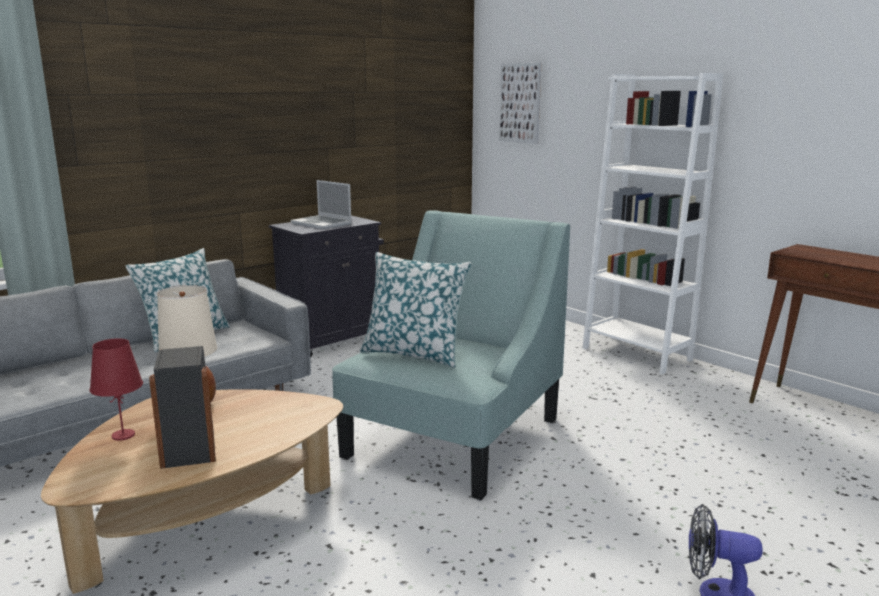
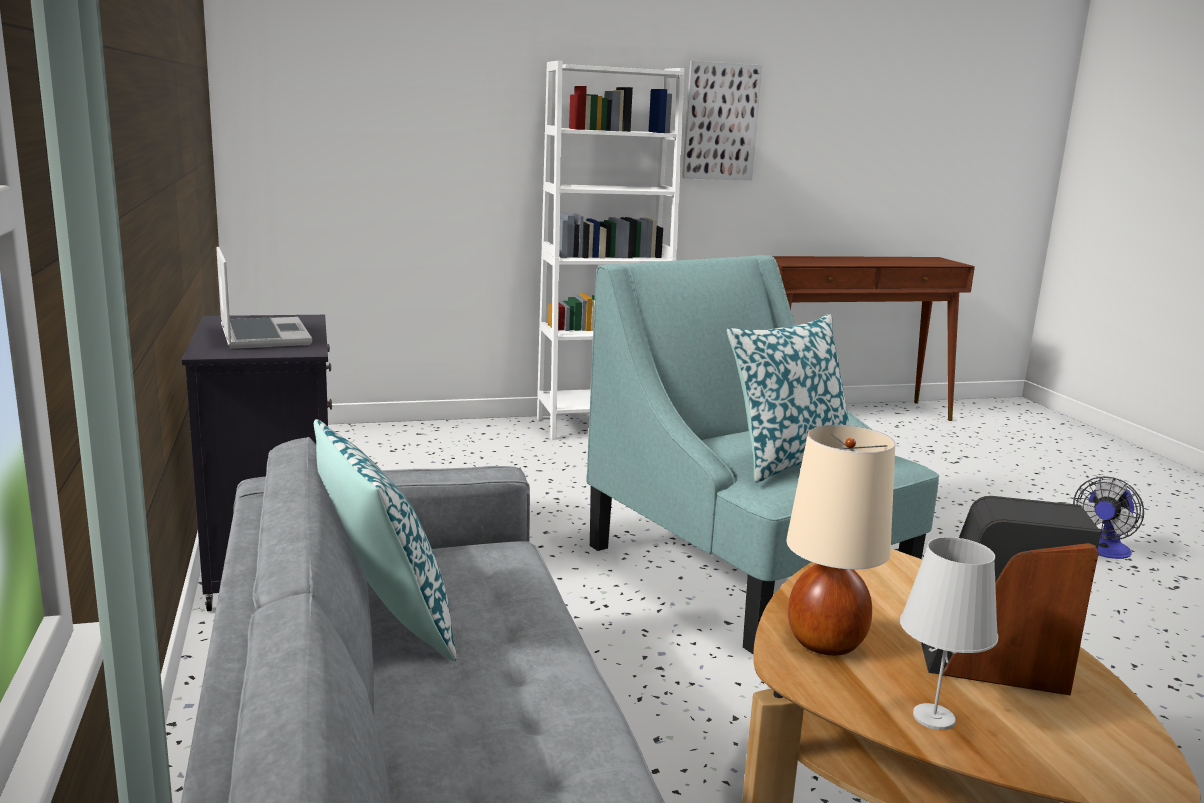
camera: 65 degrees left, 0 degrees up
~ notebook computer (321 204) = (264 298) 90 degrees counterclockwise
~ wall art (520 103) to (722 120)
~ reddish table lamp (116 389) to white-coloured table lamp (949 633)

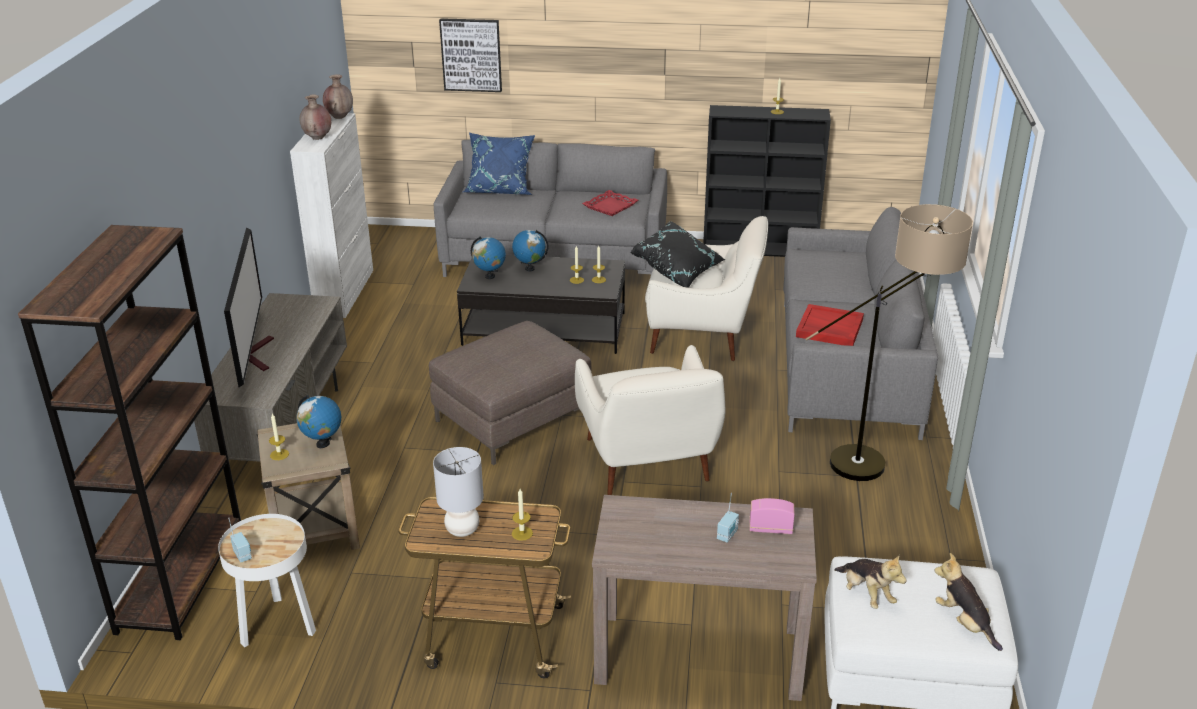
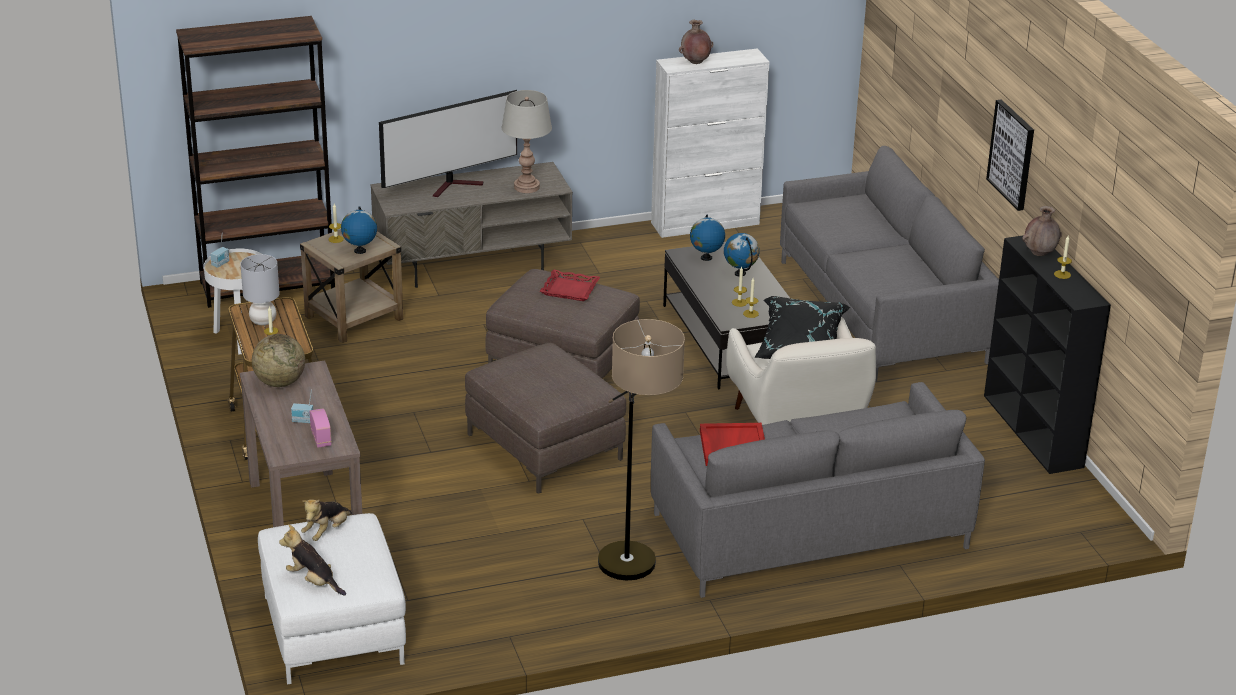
camera: 65 degrees right, 0 degrees up
+ world globe (278 360)
~ soft toy (969 602) = (312 559) 90 degrees counterclockwise
~ white-coloured lounge chair (650 420) to brown-coloured footrest (545 418)
+ gray table lamp (527 141)
~ reddish carrying tray (610 203) to (569 285)
~ wall art (470 55) to (1010 155)
~ brown-coloured flower vase (338 96) to (1042 231)
- blue-coloured pillow (498 164)

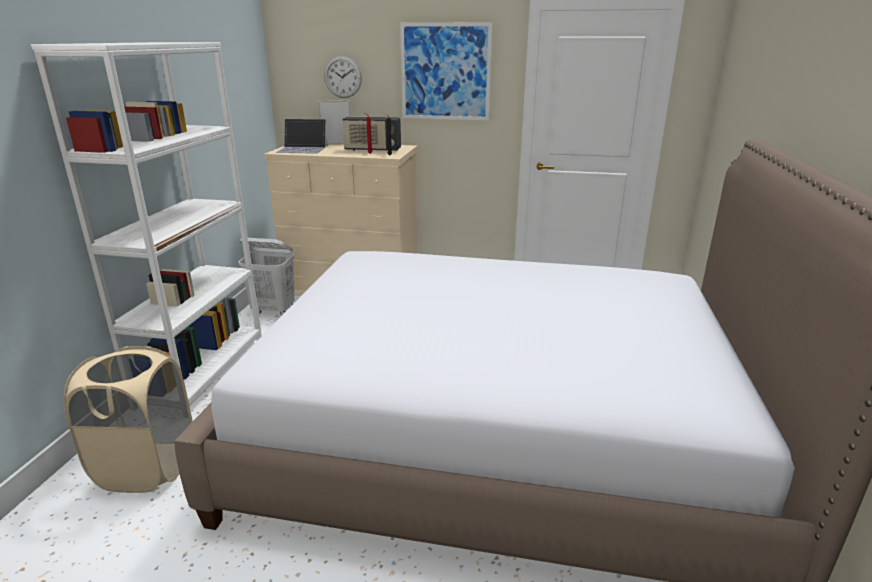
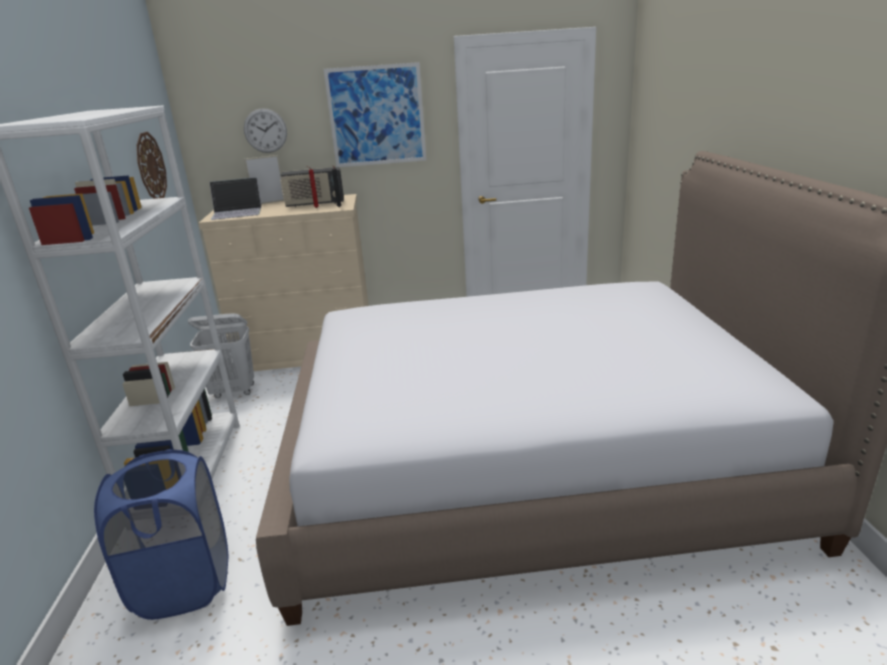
camera: 15 degrees left, 0 degrees up
~ sand-coloured washing basket (128 419) to blue-coloured washing basket (161 534)
+ wall clock (152 165)

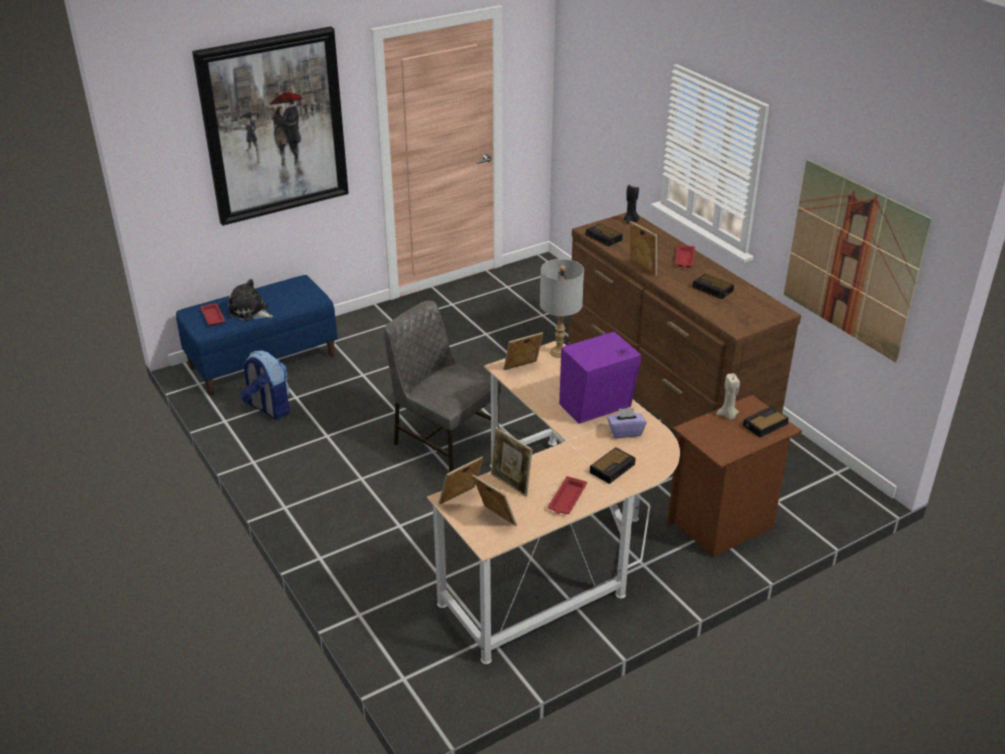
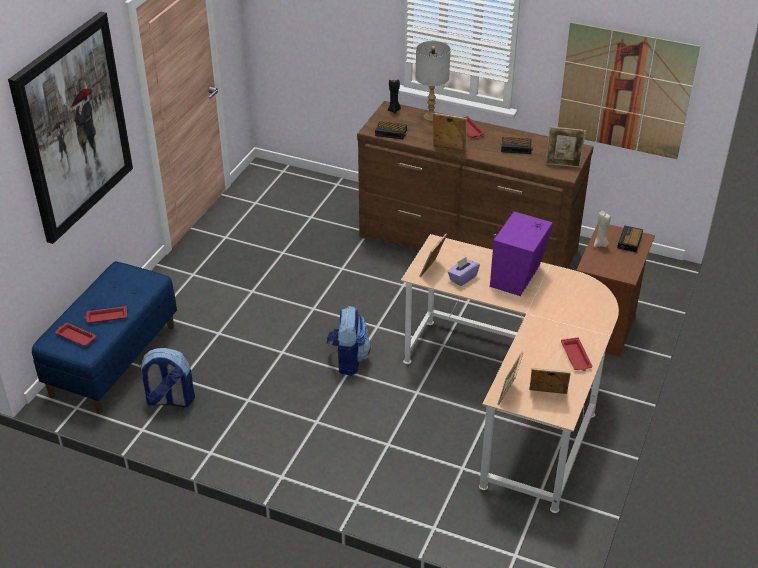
camera: 35 degrees left, 5 degrees up
~ soft toy (250 300) to reddish carrying tray (106 314)
~ gray chair (442 386) to knapsack (349 341)
~ gray table lamp (562 308) to (433 81)
~ purple-coloured tissue holder (626 423) to (464 271)
~ photo frame (512 462) to (565 147)
- alarm clock (613 465)

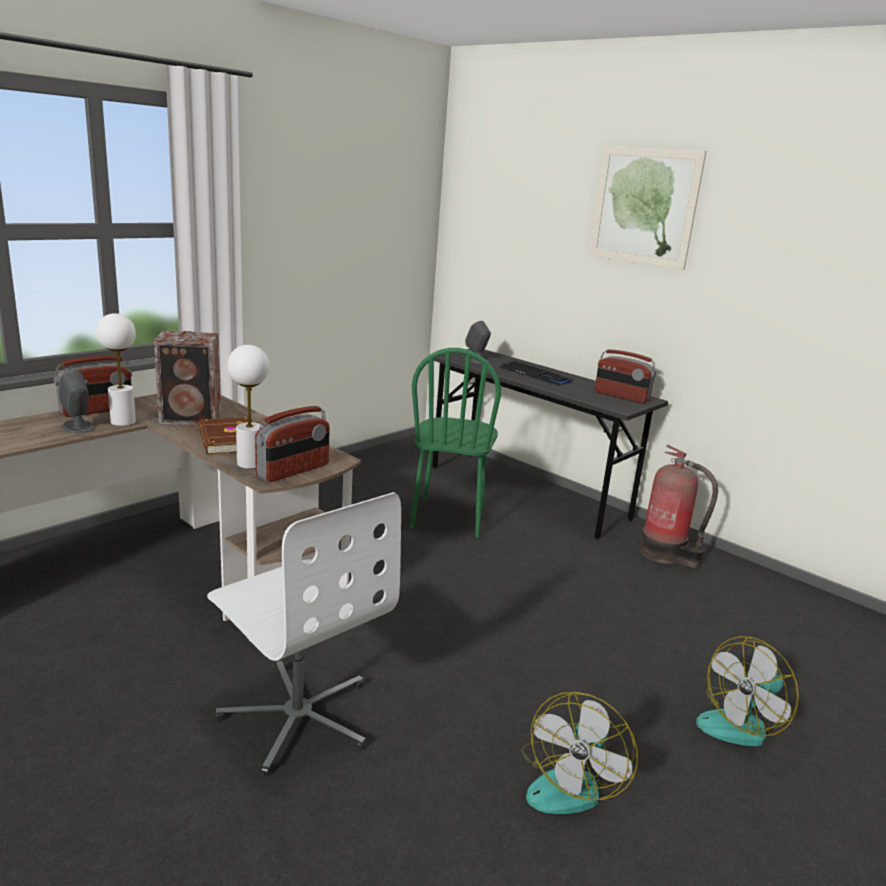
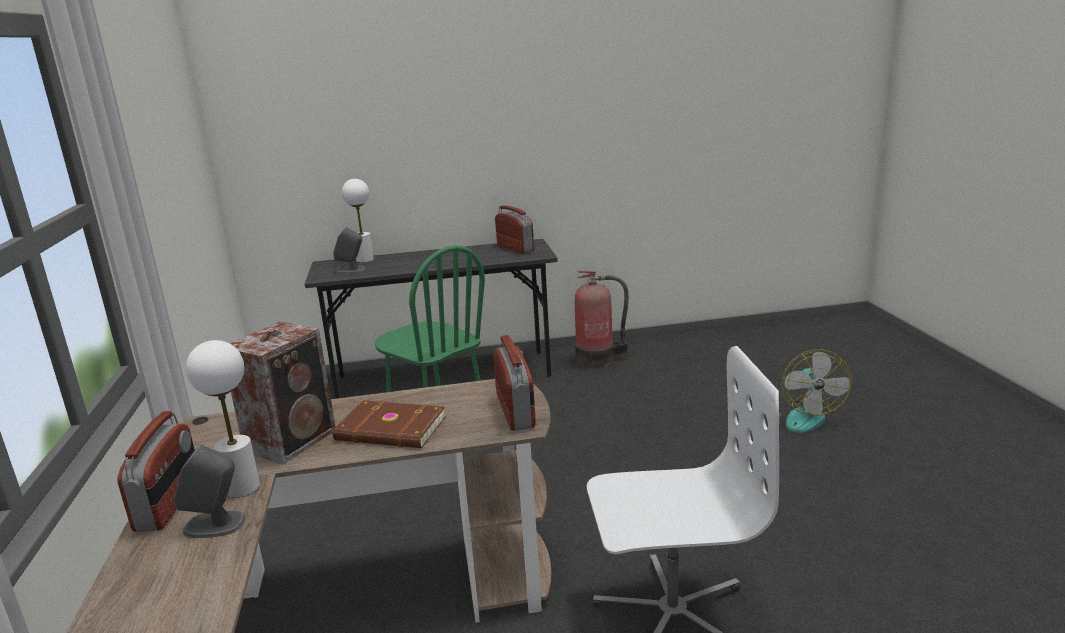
camera: 50 degrees left, 0 degrees up
~ white-coloured table lamp (248 407) to (358 221)
~ radio (625 376) = (514 229) 105 degrees counterclockwise
- PC keyboard (536 373)
- cooling fan (579 753)
- wall art (647 208)

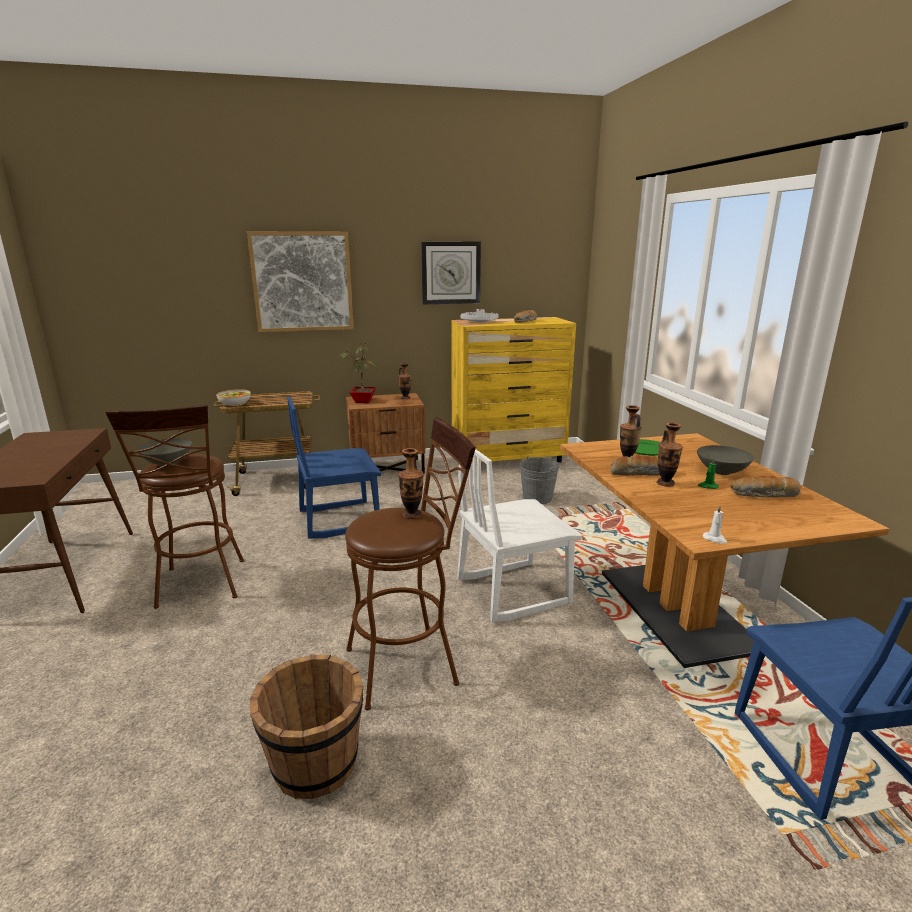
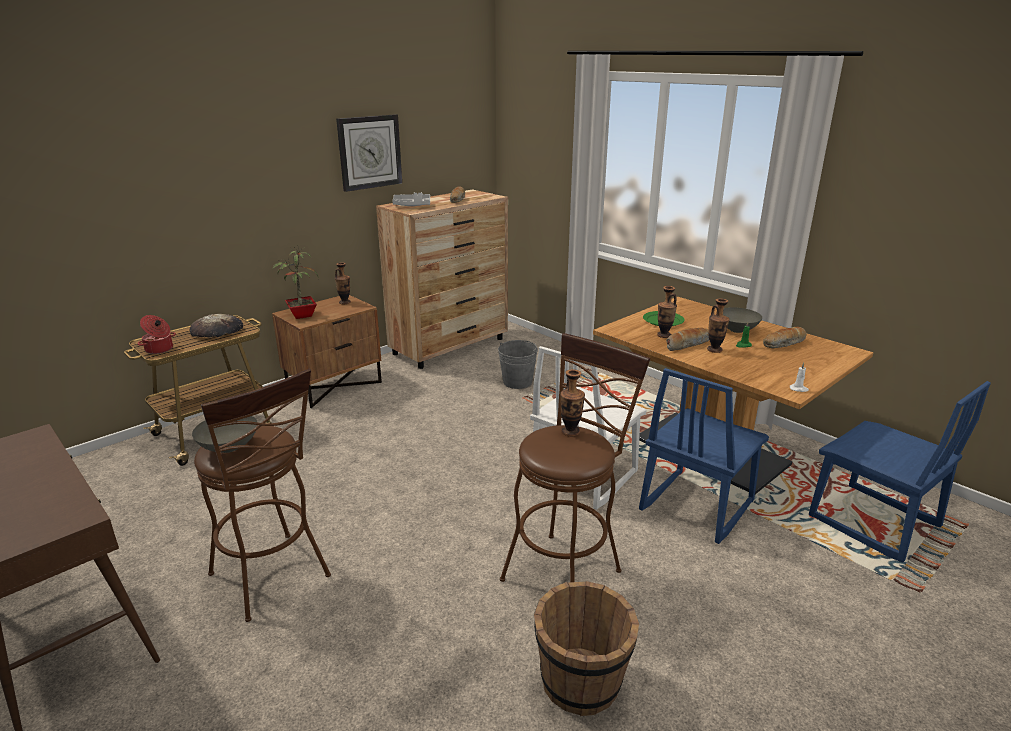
camera: 30 degrees left, 5 degrees up
~ bowl (234 397) to stockpot (157 334)
+ baked bread (216 325)
~ yellow-coloured dresser (513 390) to brown-coloured dresser (442 279)
~ blue-coloured chair (334 467) to (704 456)
- wall art (300 281)

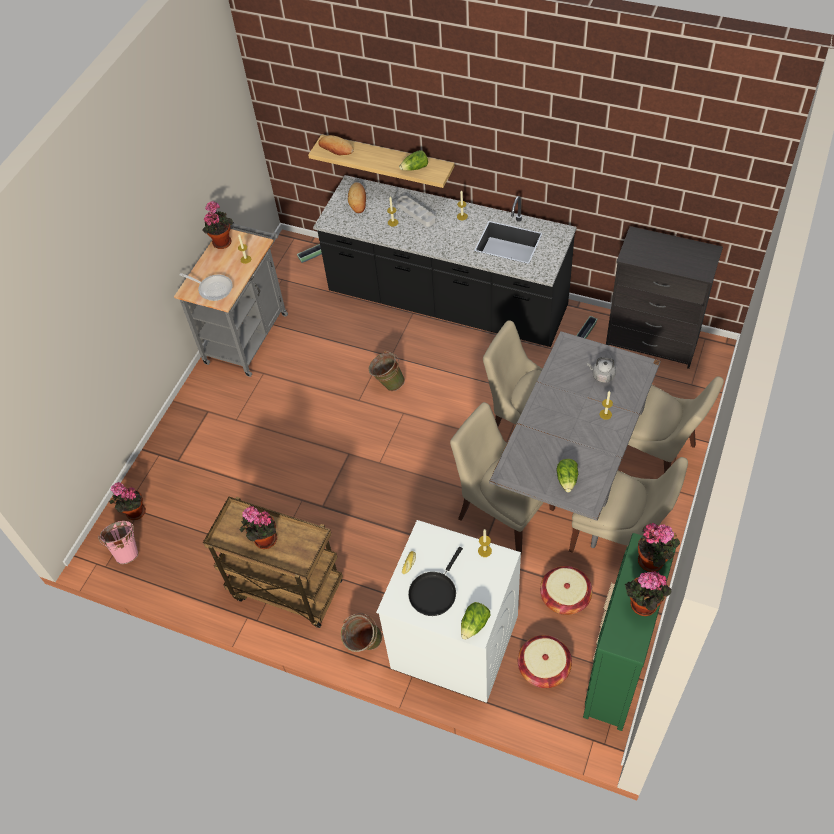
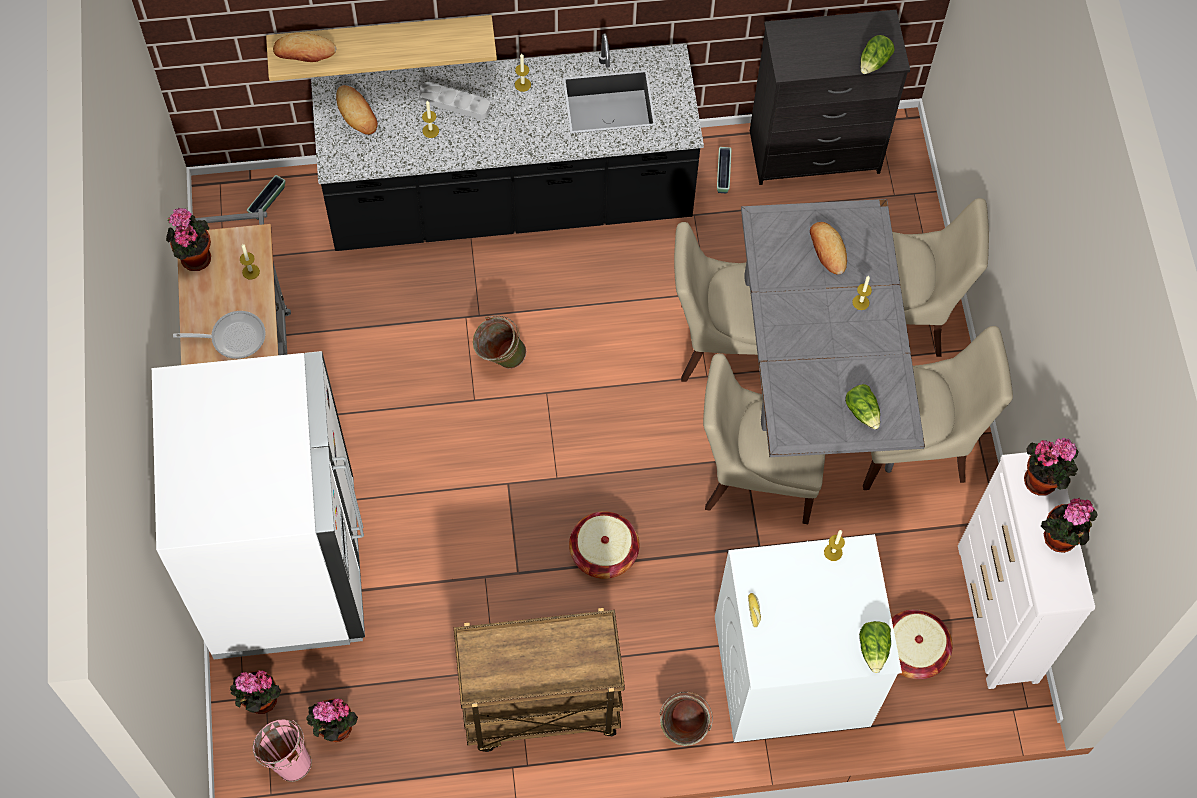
camera: 35 degrees left, 10 degrees up
+ white-coloured fridge (258 505)
~ houseplant (258 527) to (332 720)
~ basket (566 590) to (604 545)
~ gray kettle (601 370) to baked bread (828 248)
~ lettuce (413 160) to (877 54)
~ greenish dresser (629 632) to white-coloured dresser (1027 570)
- blackish frying pan (435 581)

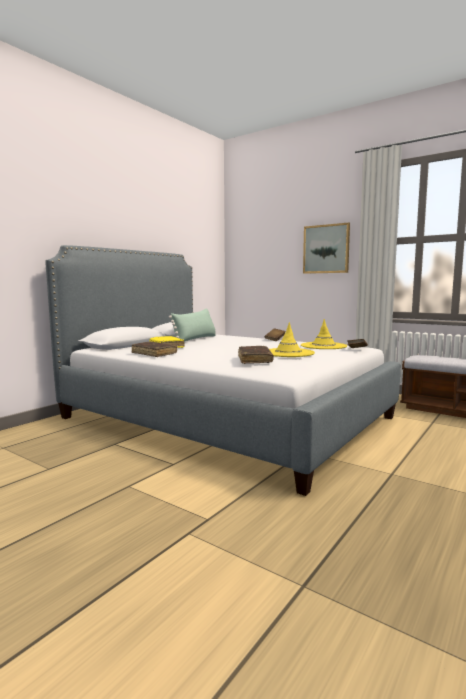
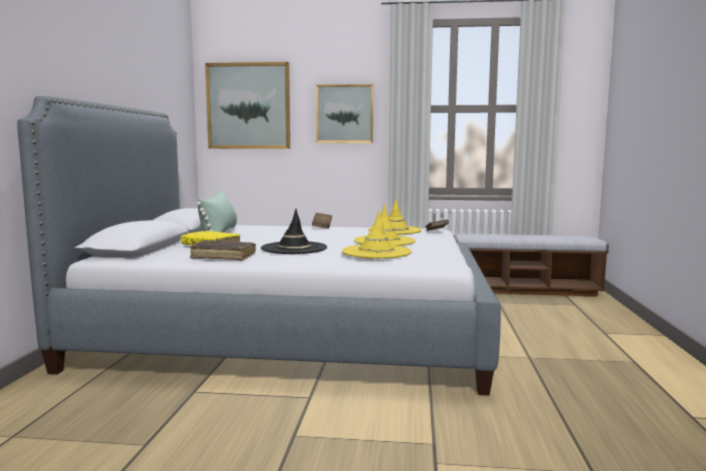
camera: 30 degrees left, 0 degrees up
+ wall art (247 105)
+ blackish hat (294 231)
~ brown-coloured book (256 355) to yellow-coloured hat (377 234)

